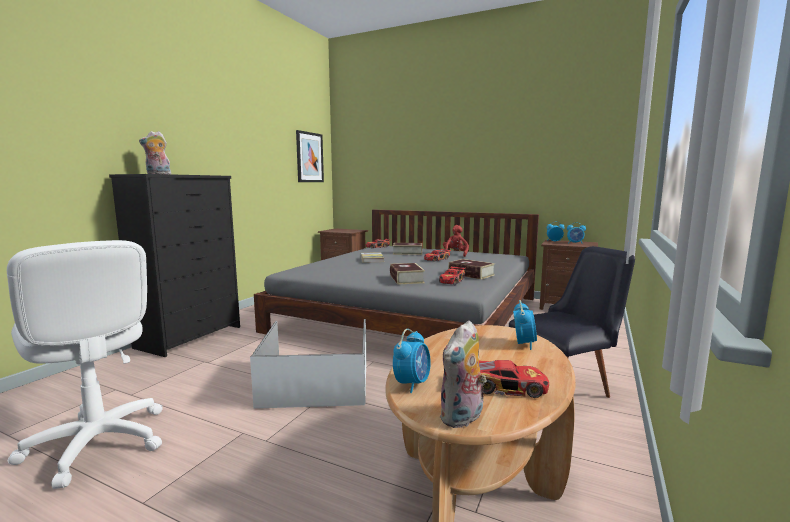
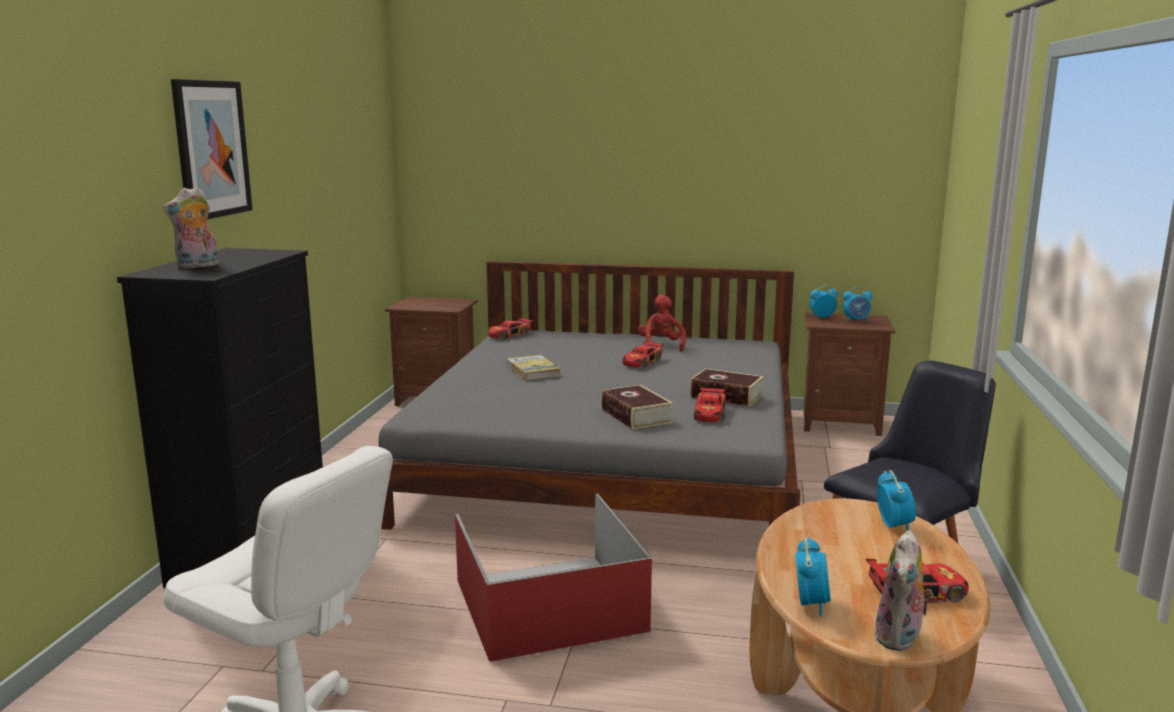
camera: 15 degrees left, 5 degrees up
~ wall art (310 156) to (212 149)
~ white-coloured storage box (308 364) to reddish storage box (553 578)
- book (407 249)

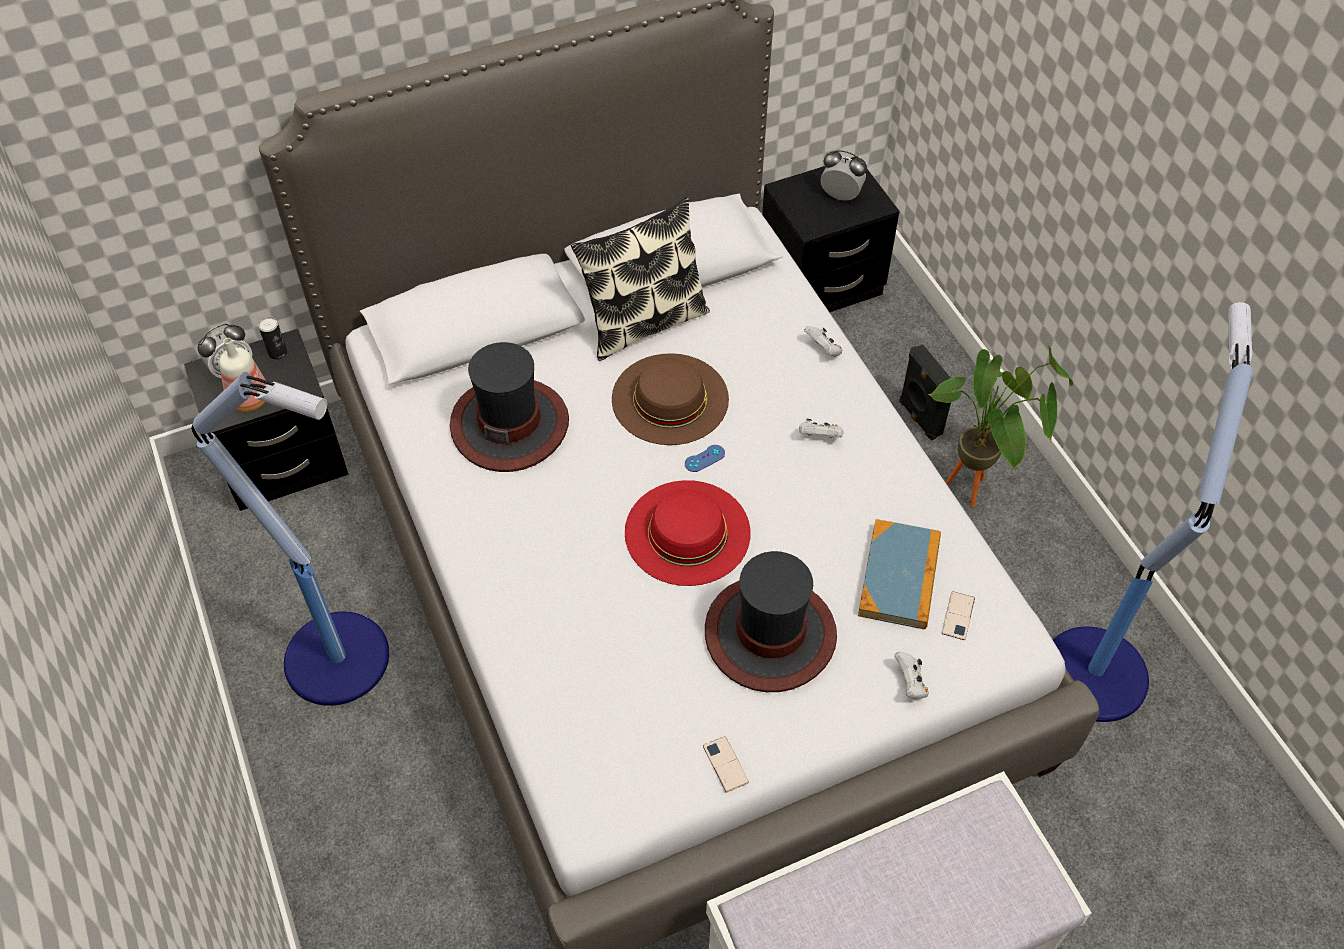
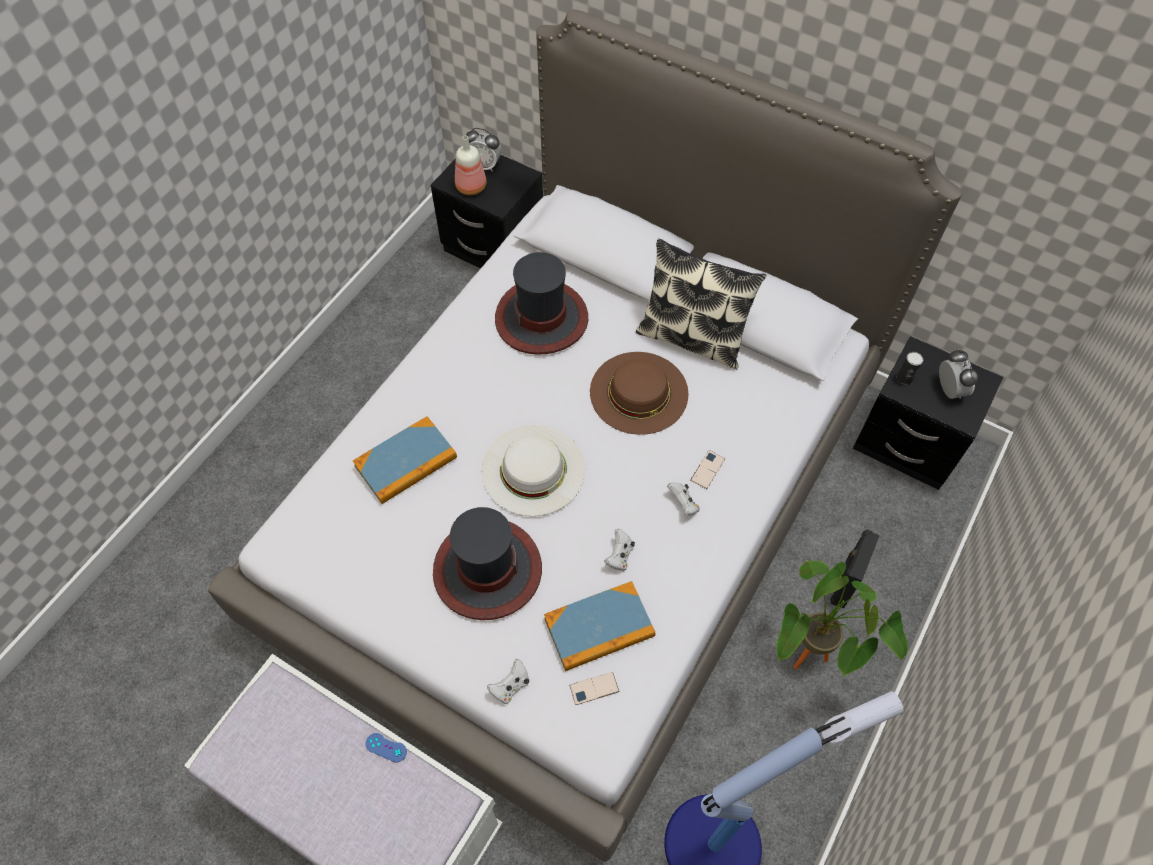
camera: 55 degrees right, 5 degrees up
+ book (405 460)
~ blue-coloured gamepad (705 458) to (386 747)
~ reddish hat (688 533) to white-coloured hat (533 470)
~ white-coloured gamepad (823 341) to (619 550)
~ phone (726 764) to (707 469)
~ sealed can (272 338) to (909 369)
- floor lamp (290 539)

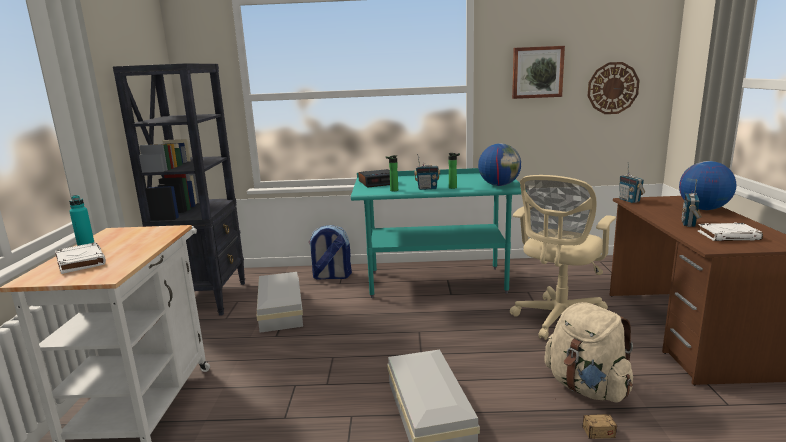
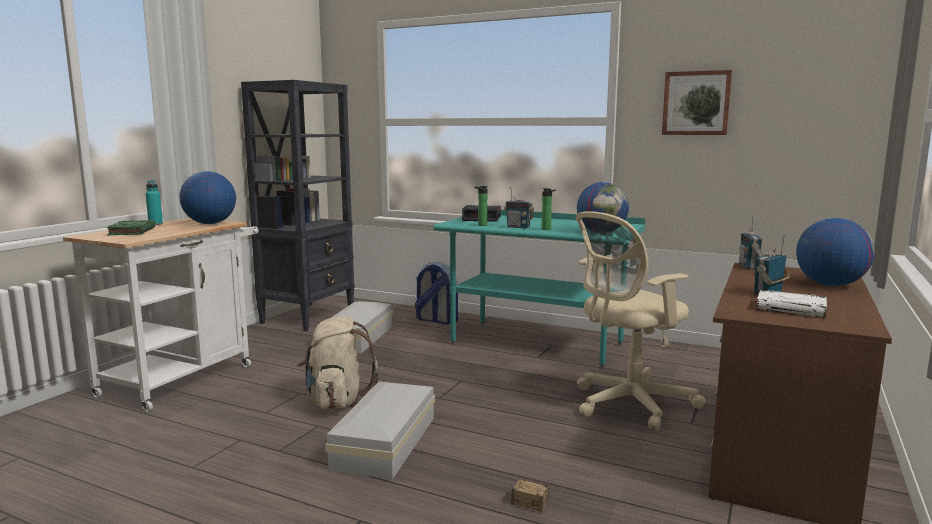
camera: 25 degrees right, 5 degrees down
~ white-coloured book (80 258) to greenish book (130 227)
+ world globe (207 197)
~ sand-coloured knapsack (589 352) to (337 363)
- wall clock (614 88)

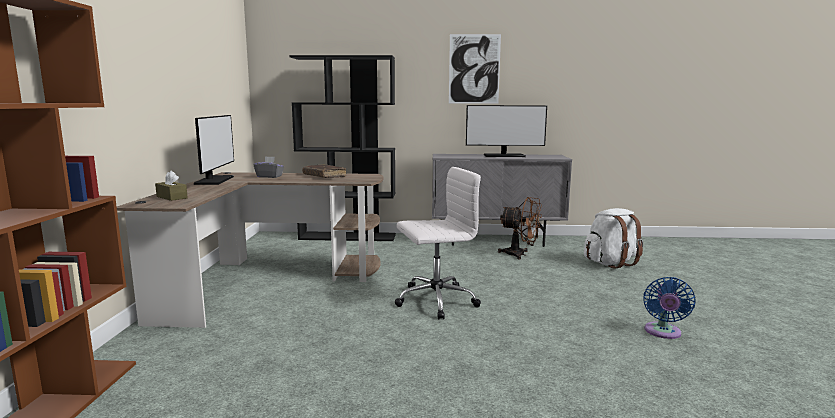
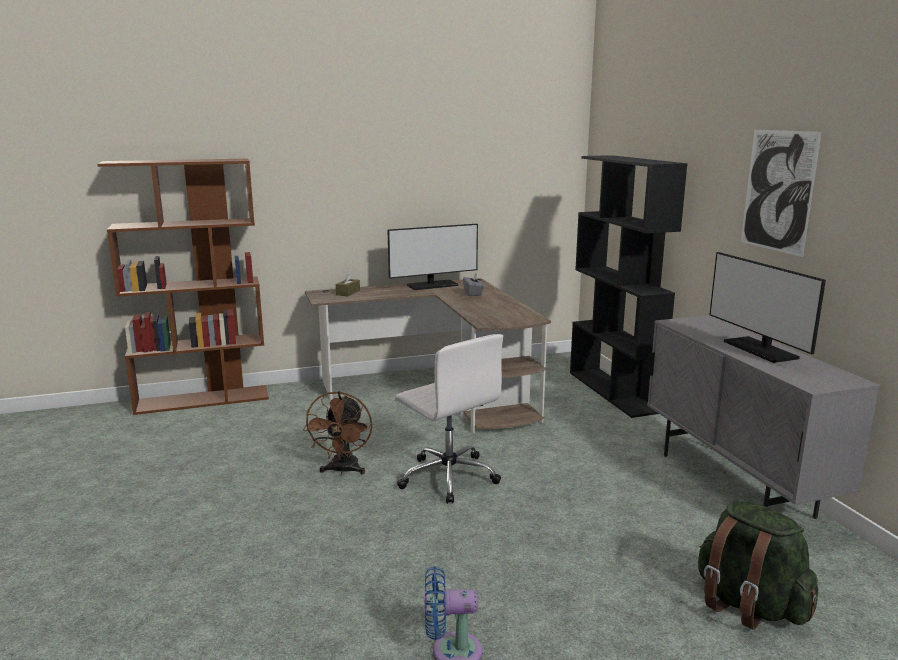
camera: 70 degrees right, 5 degrees up
~ brown-coloured cooling fan (520 228) to (337 433)
~ white-coloured knapsack (613 238) to greenish knapsack (758 565)
- brown-coloured book (324 171)

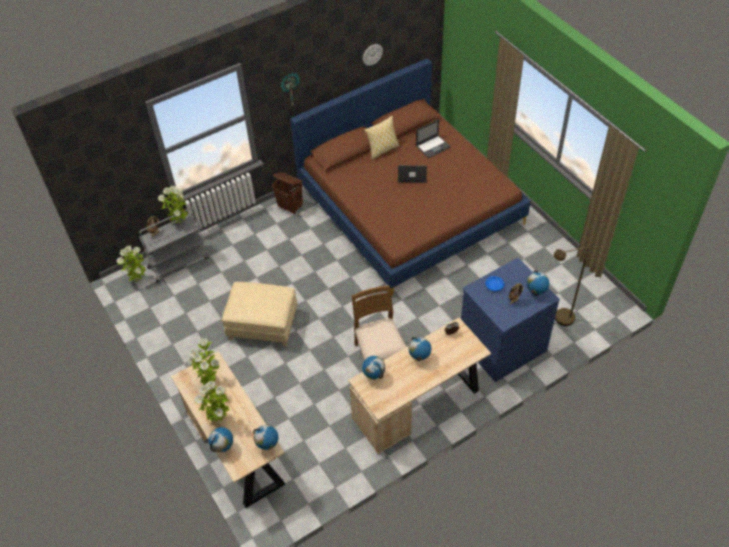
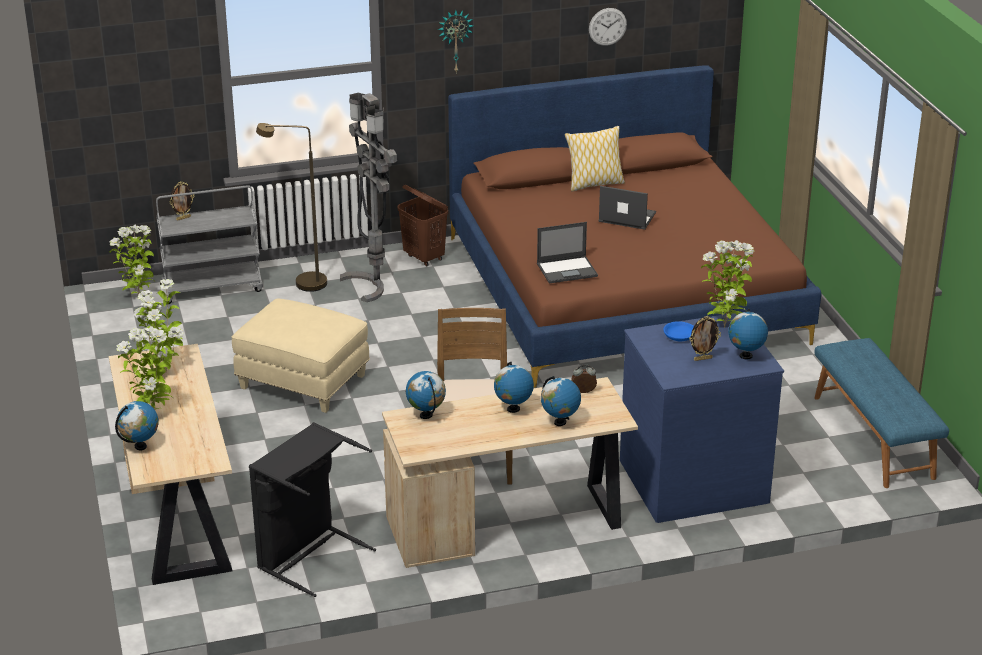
camera: 15 degrees right, 20 degrees down
+ blackish washing basket (312 509)
~ brown-coloured floor lamp (571 286) to (291 207)
+ gray floor lamp (368 197)
~ notebook computer (433 138) to (567 253)
~ world globe (265 437) to (561 401)
~ houseplant (173 205) to (728 283)
+ blue-coloured long seat (881 413)

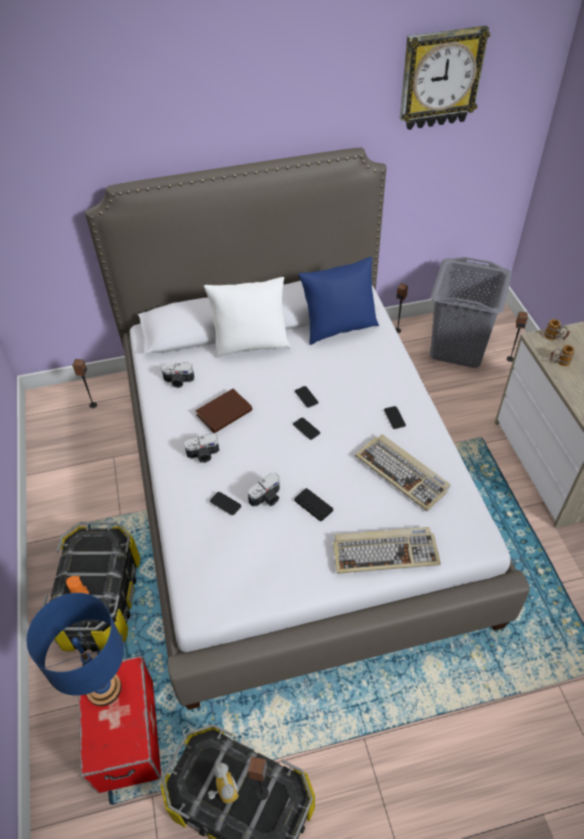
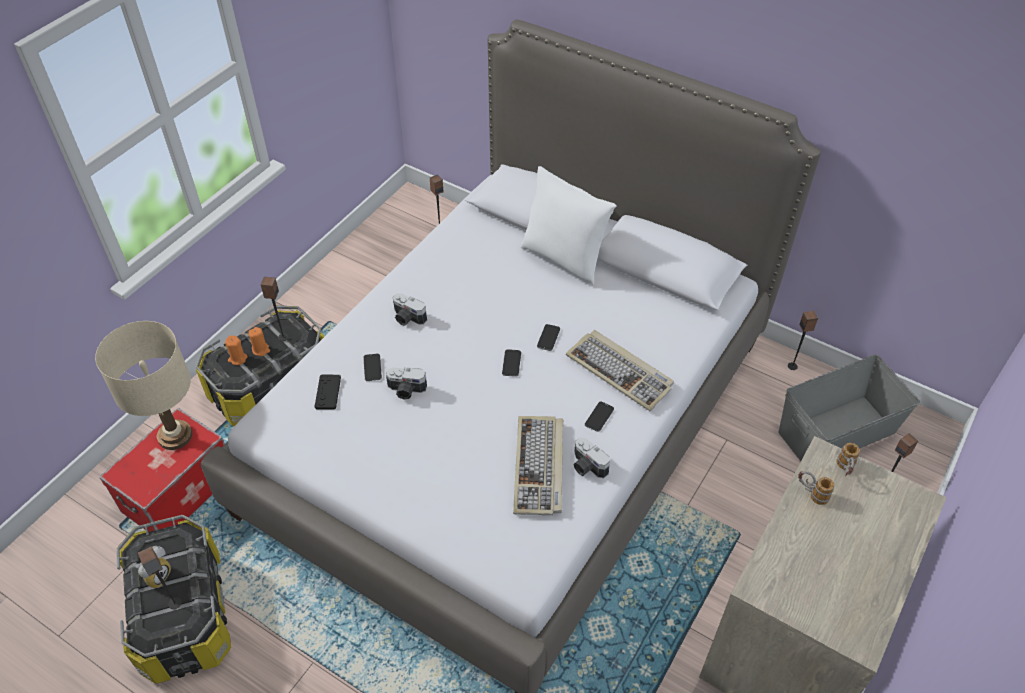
camera: 45 degrees right, 0 degrees up
~ blue-coloured table lamp (75 649) to sand-coloured table lamp (143 385)
+ orangey wax light (259 341)
+ speaker (274 309)
~ blackish gamepad (313 504) to (327 392)
~ PC keyboard (387 550) to (620 370)
~ still camera (178 375) to (591 457)
~ gray washing basket (471 312) to gray storage box (849 408)
- brown-coloured book (223 411)
- blue-coloured pillow (338 301)
- wall clock (445 78)

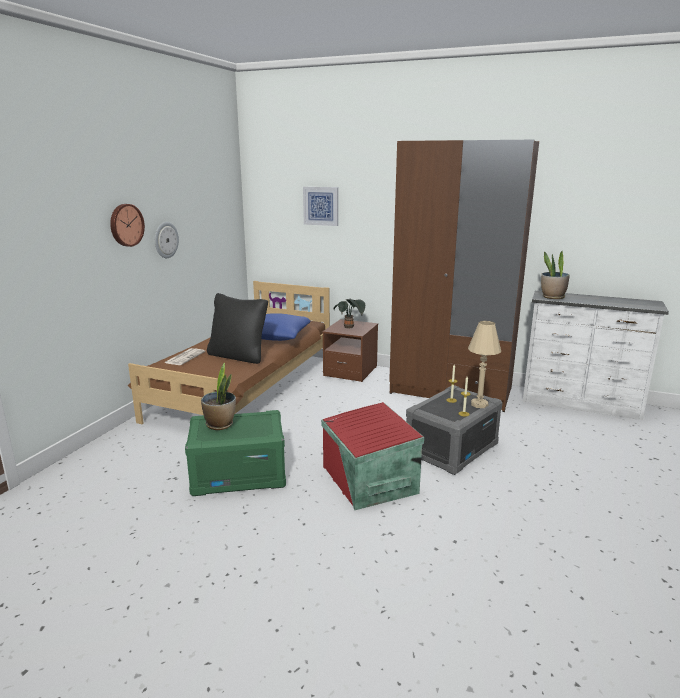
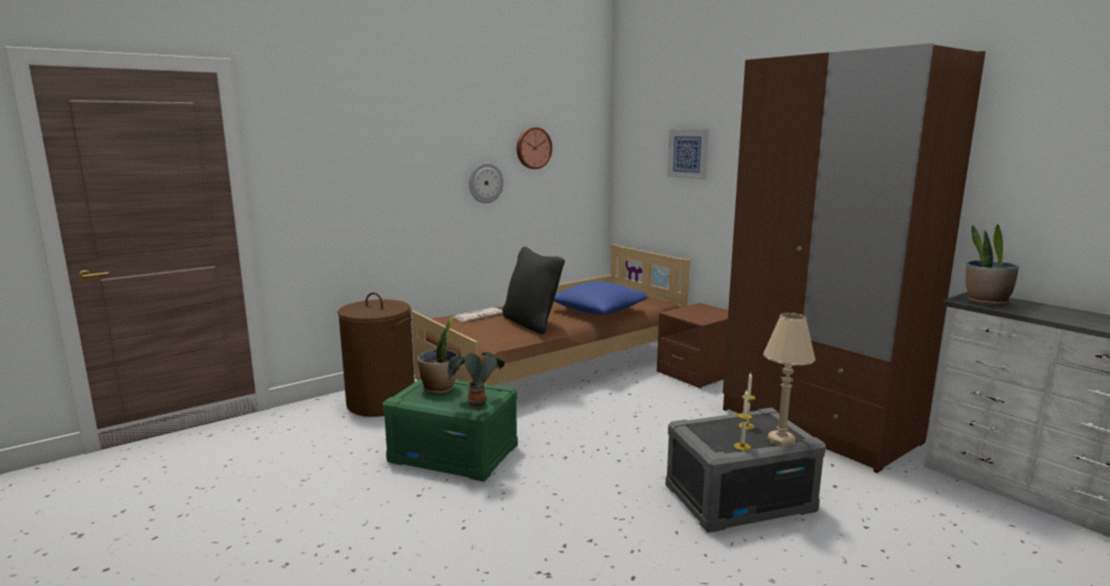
camera: 30 degrees right, 5 degrees down
+ brown-coloured washing basket (376 354)
~ houseplant (349 313) to (476 379)
~ wall clock (127 225) to (534 148)
- reddish storage box (372 456)

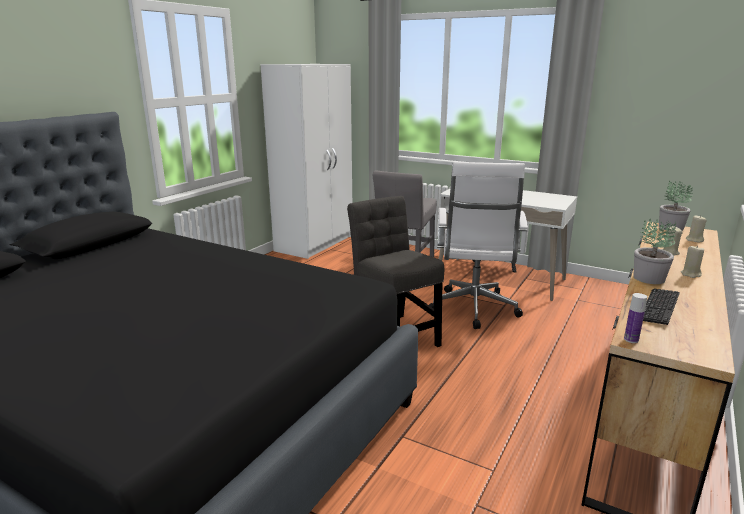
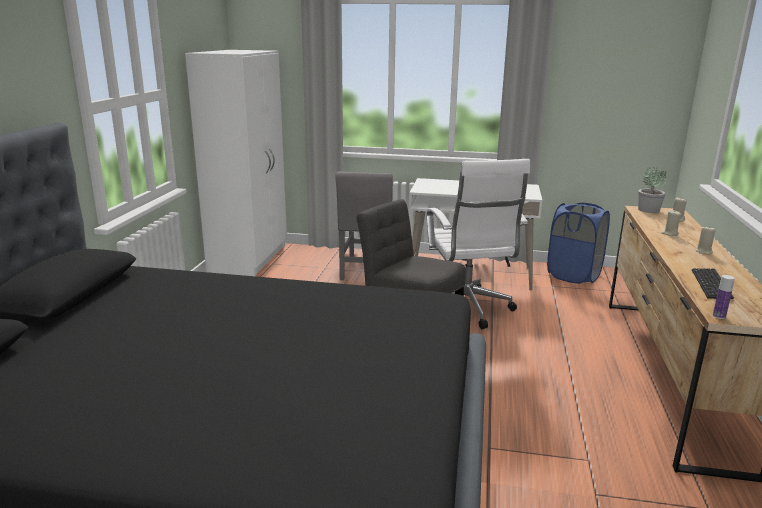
camera: 20 degrees left, 0 degrees up
+ blue-coloured washing basket (578 243)
- houseplant (654 251)

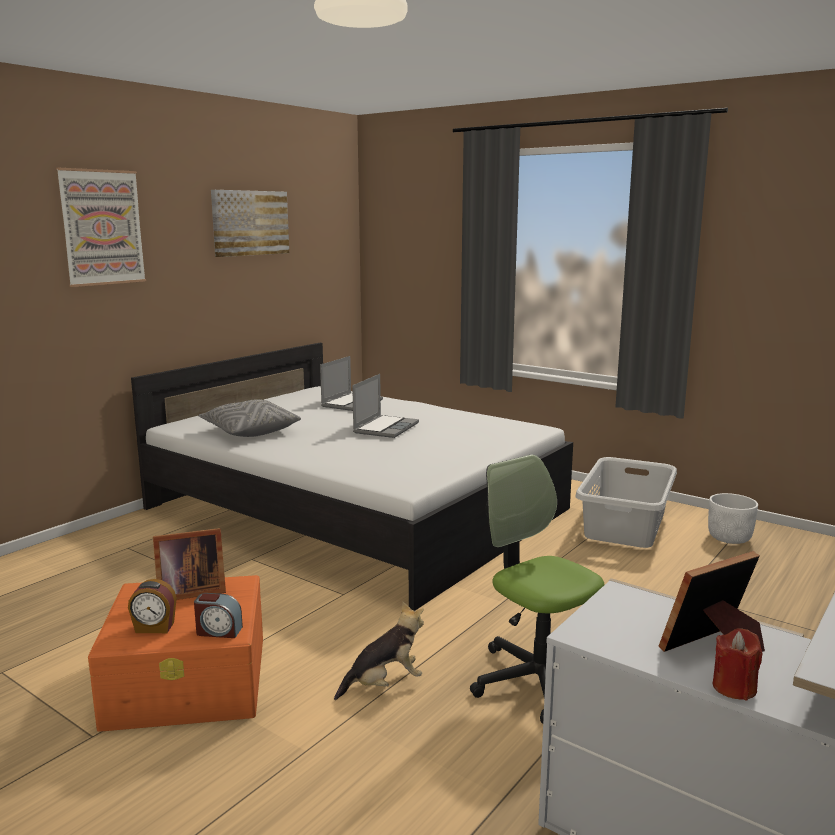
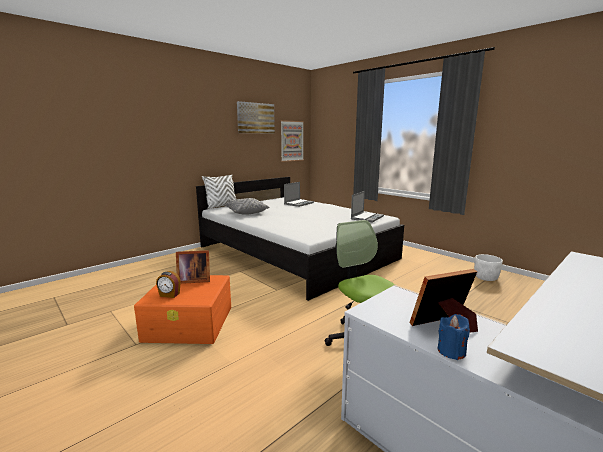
camera: 10 degrees right, 0 degrees up
+ white-coloured pillow (219 192)
~ wall art (101 227) to (292 141)
~ notebook computer (385 406) to (367 207)
~ reddish wax light (737 664) to blue-coloured wax light (454 337)
- alarm clock (218 615)
- soft toy (379 651)
- gray washing basket (626 502)

